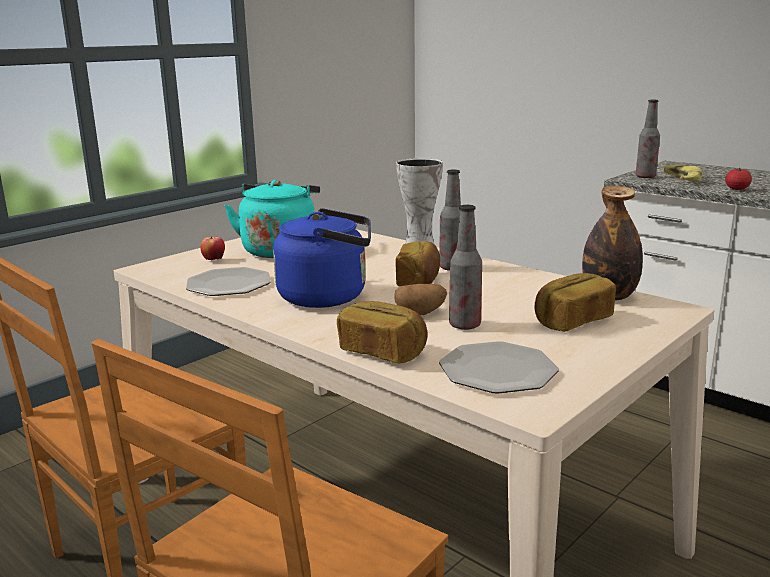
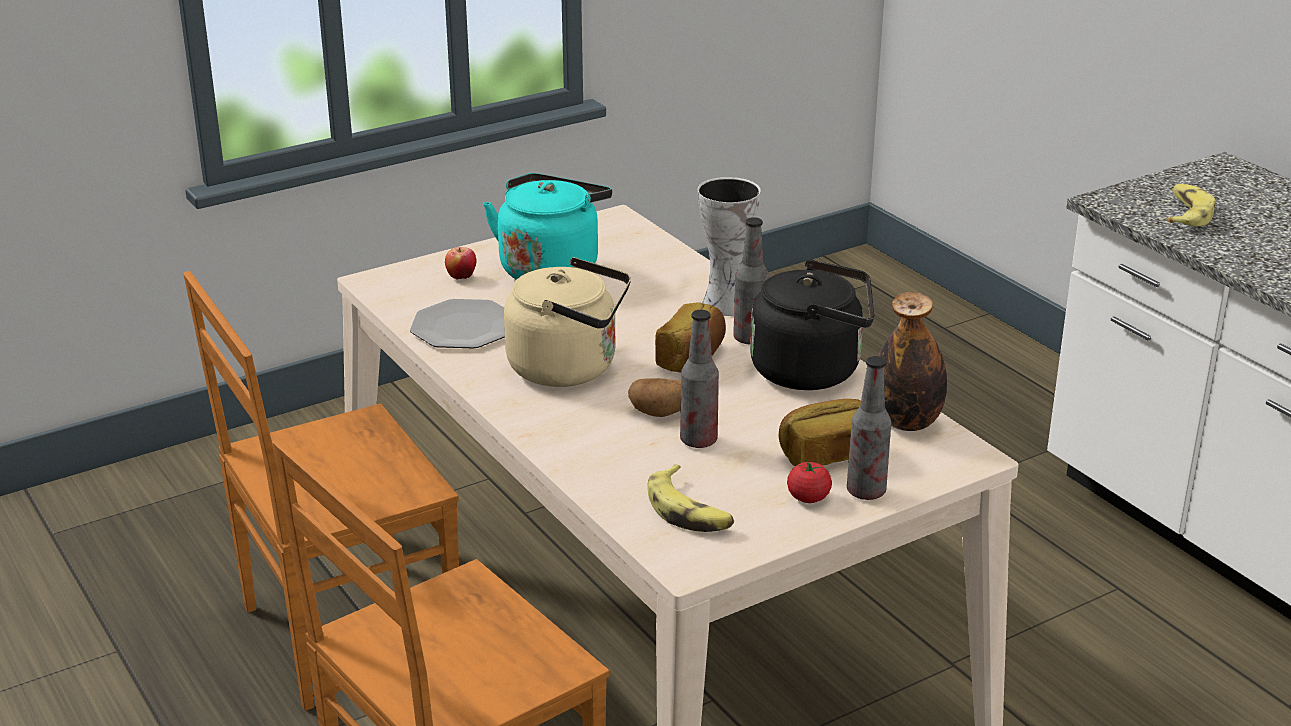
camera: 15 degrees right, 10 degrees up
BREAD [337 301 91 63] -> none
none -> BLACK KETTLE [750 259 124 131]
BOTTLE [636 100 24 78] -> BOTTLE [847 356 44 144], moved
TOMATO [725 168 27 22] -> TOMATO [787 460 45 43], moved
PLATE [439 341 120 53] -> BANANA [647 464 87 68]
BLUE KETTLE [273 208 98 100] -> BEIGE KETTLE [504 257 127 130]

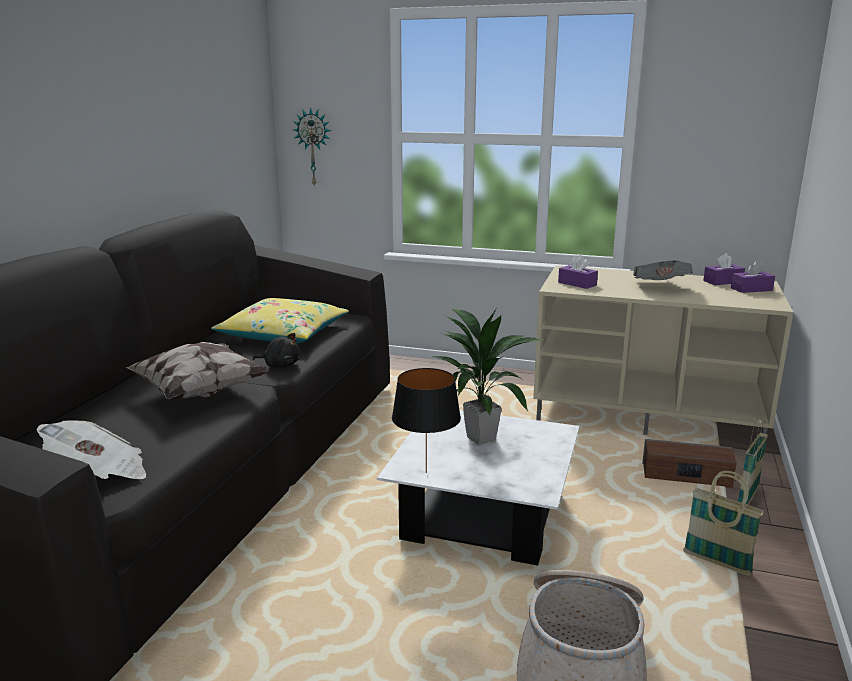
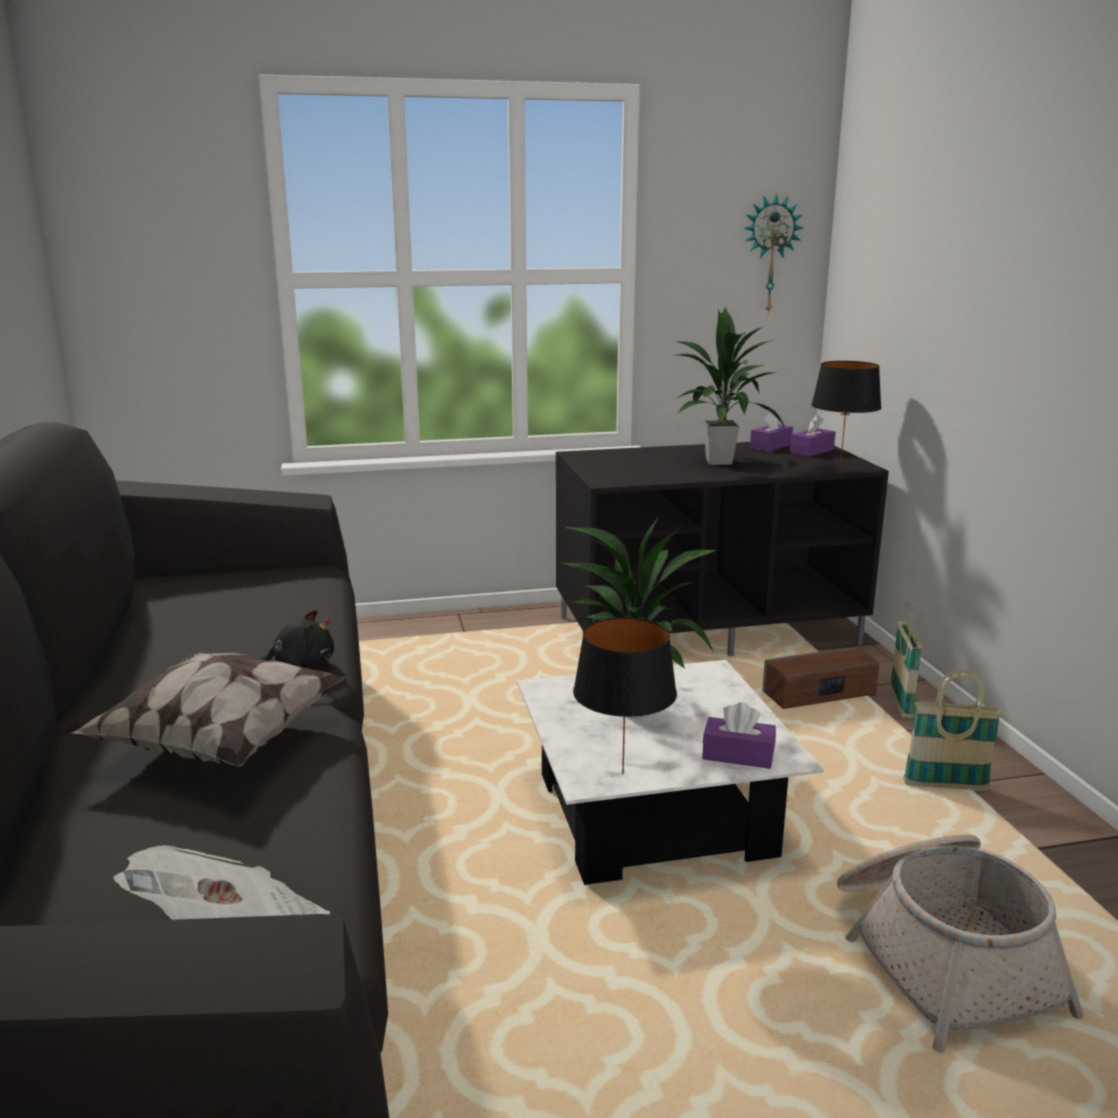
camera: 30 degrees left, 0 degrees up
YELLOW PILLOW [211 298 138 45] -> none
none -> BLACK TABLE LAMP [811 361 70 105]
WALL CLOCK [293 107 38 80] -> WALL CLOCK [744 193 60 120], moved
PURPLE TISSUE BOX [558 255 40 34] -> PURPLE TISSUE BOX [702 702 74 67], moved
NEWSPAPER [633 260 60 20] -> POTTED PLANT [674 306 114 159]
BEIGE TV STAND [533 265 260 170] -> BLACK TV STAND [556 442 333 214]

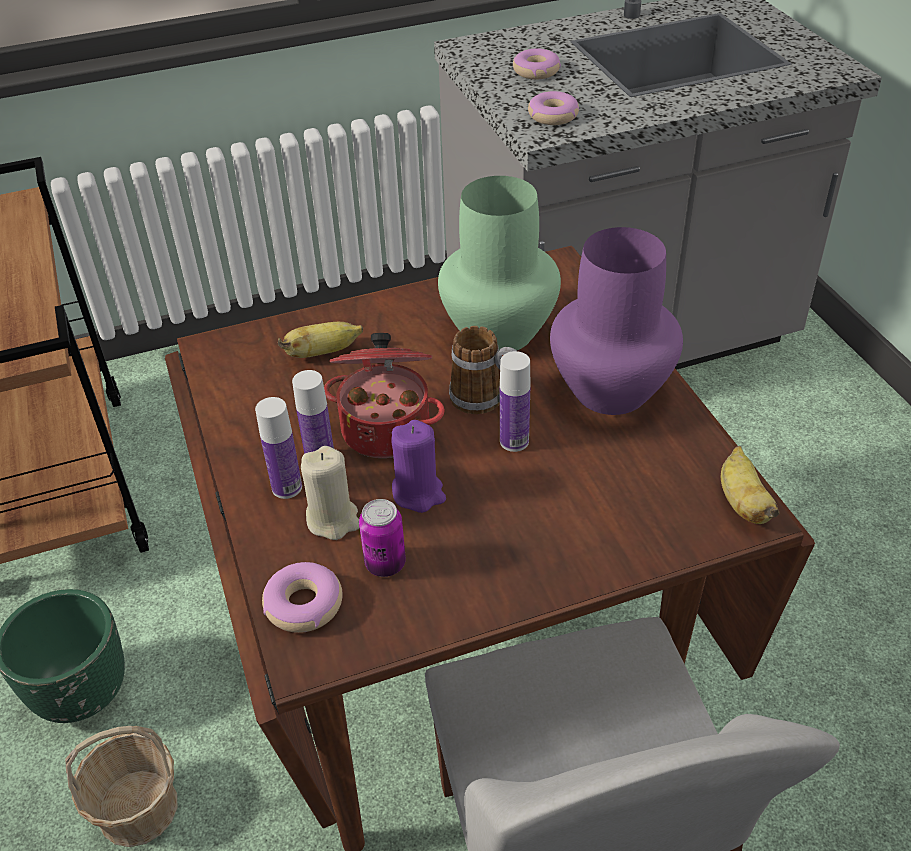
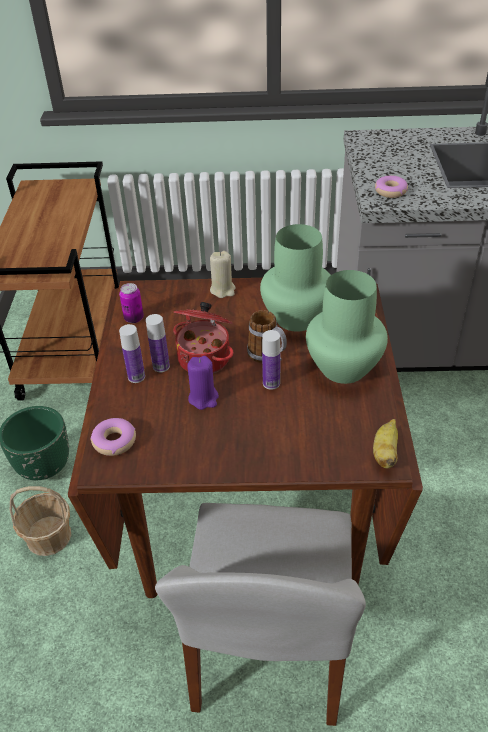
camera: 20 degrees right, 0 degrees up
BANANA [278 322 85 36] -> none
DONUT [513 48 48 31] -> none
BEIGE CANDLE [301 446 58 94] -> BEIGE CANDLE [210 251 26 47], moved
CAN [359 499 47 78] -> CAN [119 283 25 40], moved
PURPLE VASE [550 227 133 188] -> GREEN VASE [306 270 82 114]

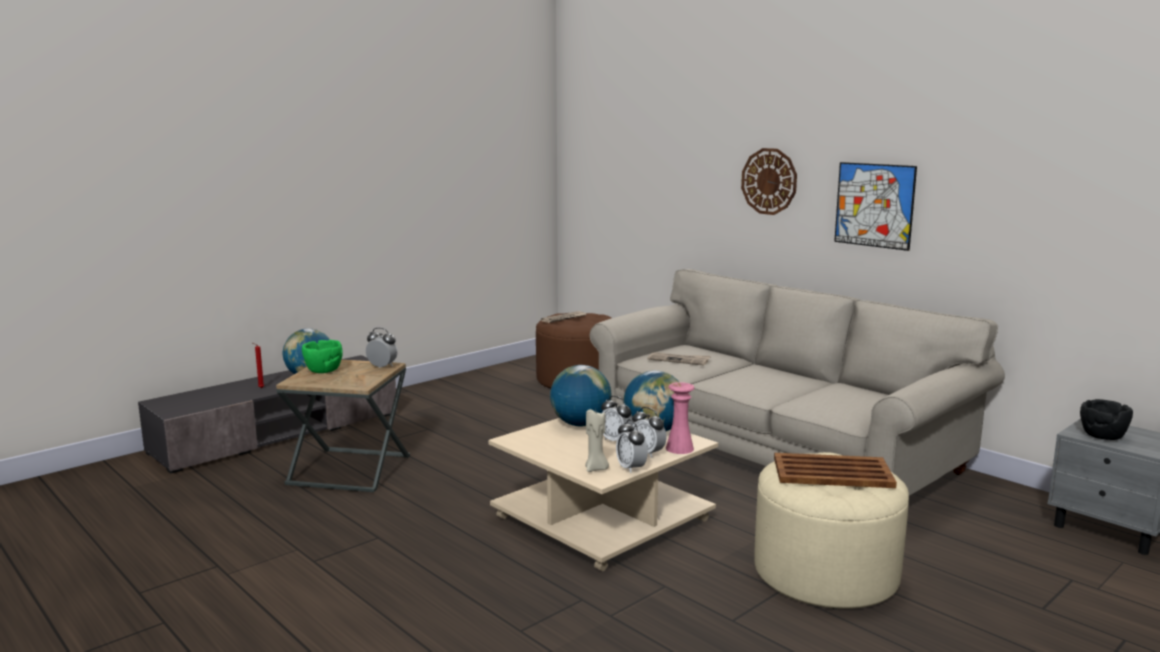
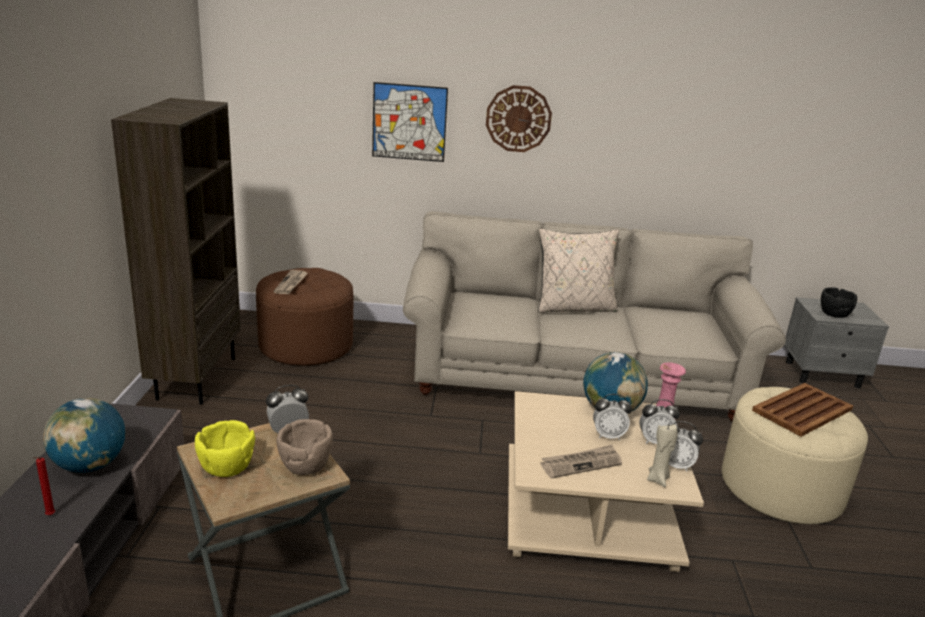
camera: 45 degrees left, 10 degrees up
GLOBE [550 365 62 61] -> none
none -> BROWN BOOKCASE [111 98 130 307]
none -> BROWN BOWL [276 419 57 56]
none -> BEIGE PILLOW [538 229 81 84]
NEWSPAPER [648 352 63 14] -> NEWSPAPER [540 445 82 34], moved
PICTURE [834 162 83 89] -> PICTURE [372 82 76 80], moved
GREEN BOWL [302 340 41 33] -> YELLOW BOWL [195 420 60 57]

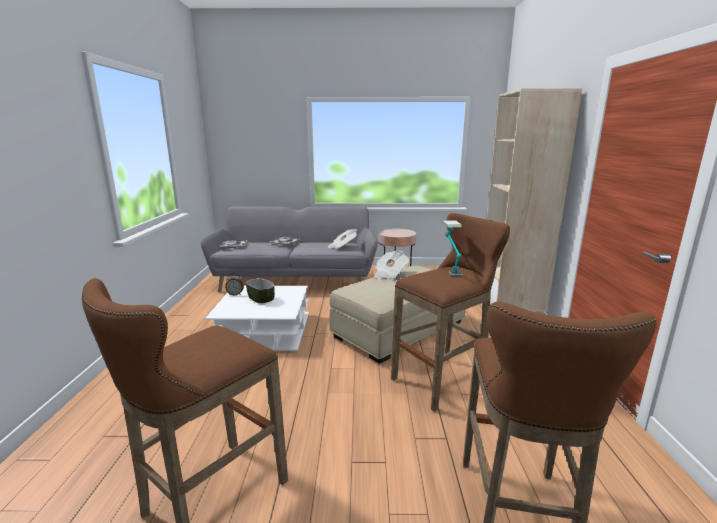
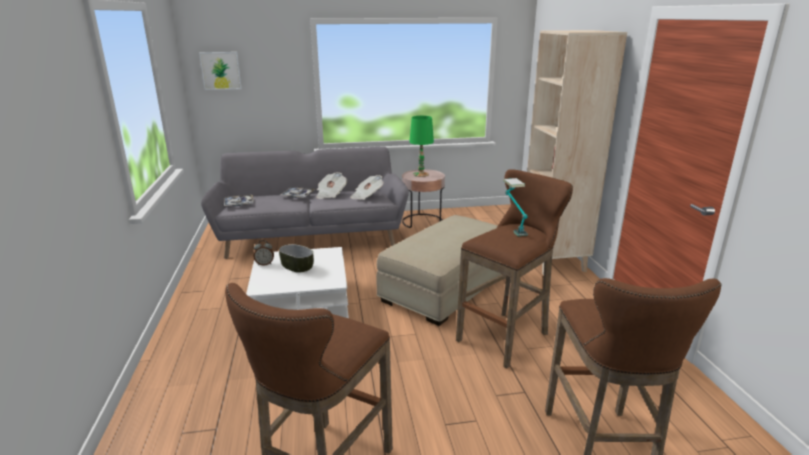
camera: 10 degrees left, 5 degrees up
none -> PICTURE [199 52 43 38]
none -> GREEN TABLE LAMP [409 116 25 61]
NEWSPAPER [374 250 35 29] -> NEWSPAPER [316 172 31 27], moved

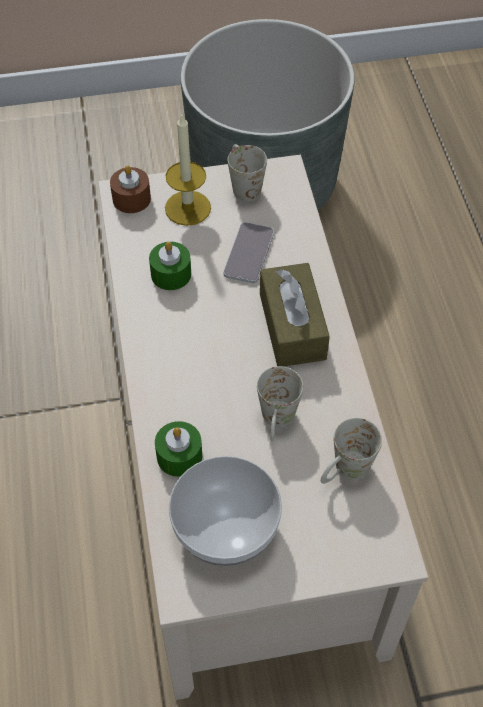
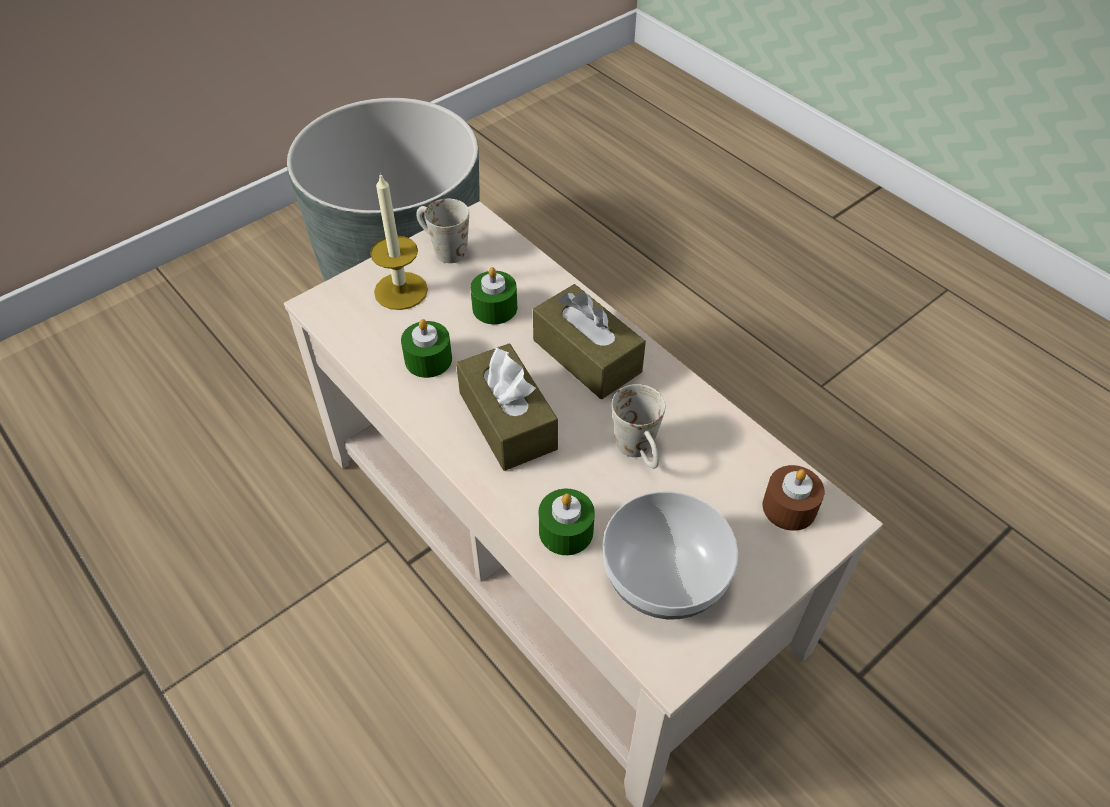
camera: 30 degrees left, 5 degrees down
WHITE MUG [321 418 61 66] -> none
none -> BROWN TISSUE BOX [456 344 102 127]
BROWN CANDLE [110 165 41 48] -> BROWN CANDLE [762 465 62 66], moved
PHONE [223 222 51 61] -> GREEN CANDLE [470 267 47 57]

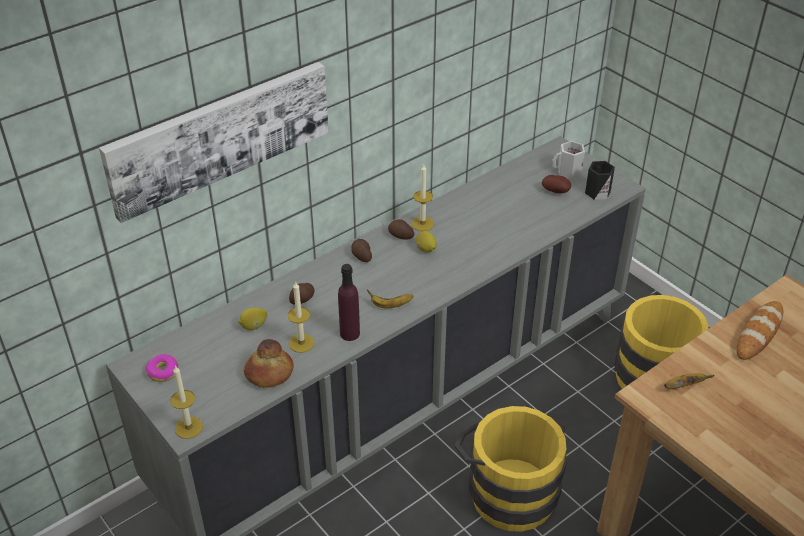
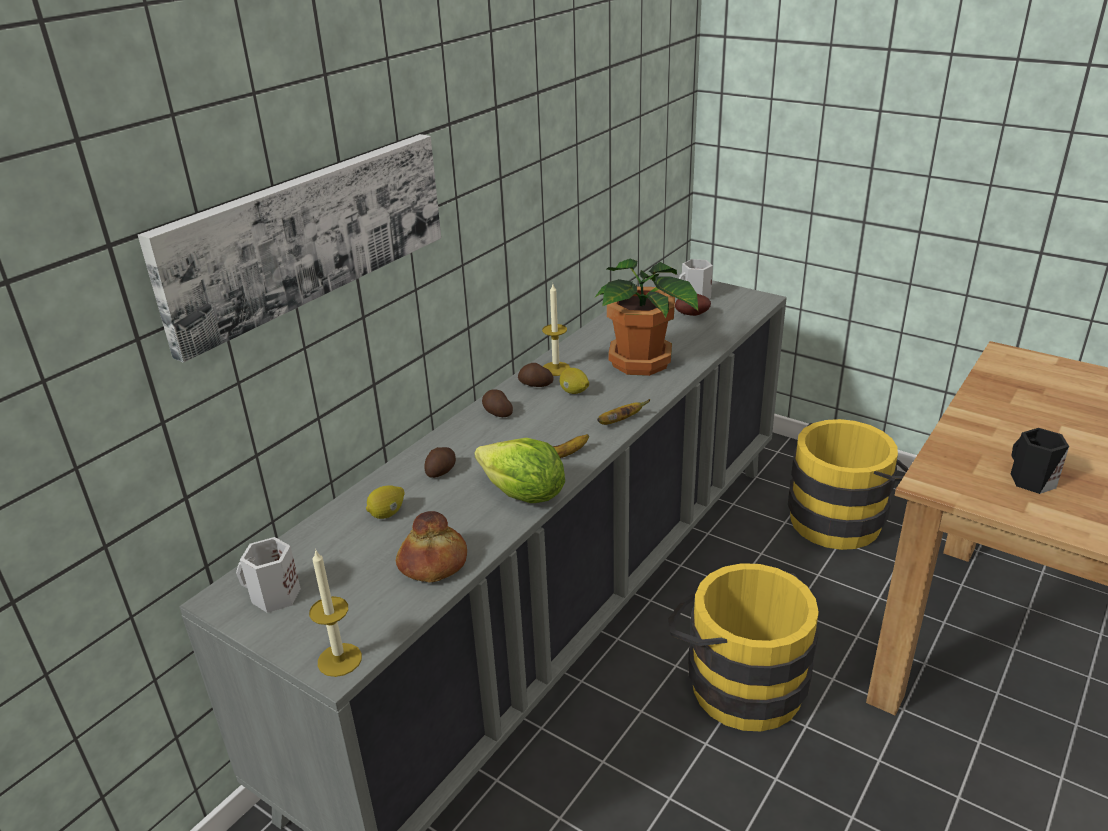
camera: 15 degrees left, 10 degrees down
CANDLE [288 282 27 71] -> none
BREAD [736 301 47 59] -> none
none -> POTTED PLANT [594 259 104 117]
BLACK MUG [585 161 30 39] -> BLACK MUG [1011 428 58 66], moved
BANANA [664 373 51 16] -> BANANA [597 399 53 26], moved
DONUT [146 354 33 28] -> WHITE MUG [236 537 65 76]
PURPLE BOTTLE [338 264 22 77] -> LETTUCE [474 438 91 65]

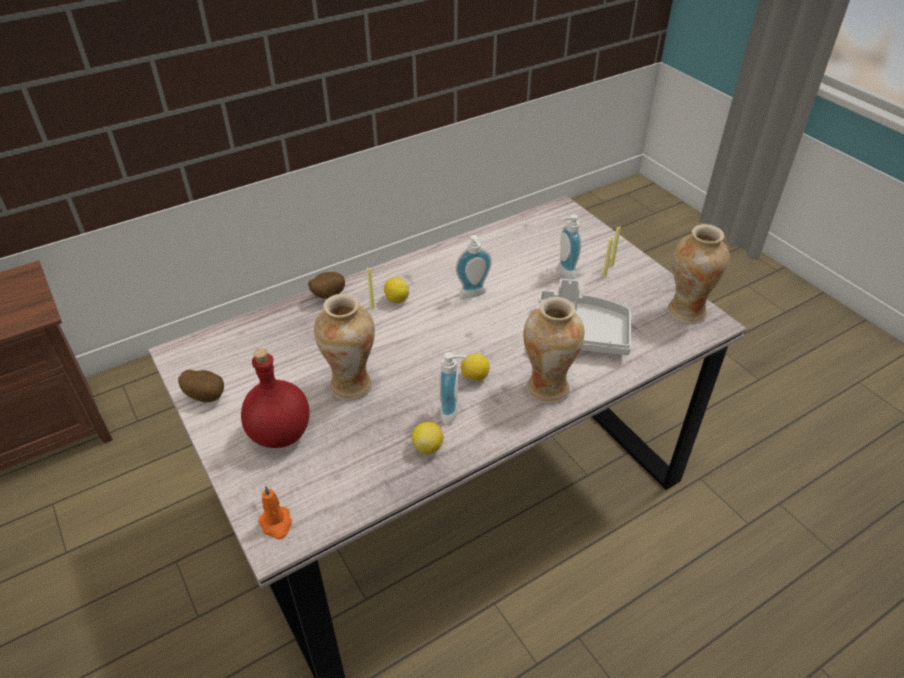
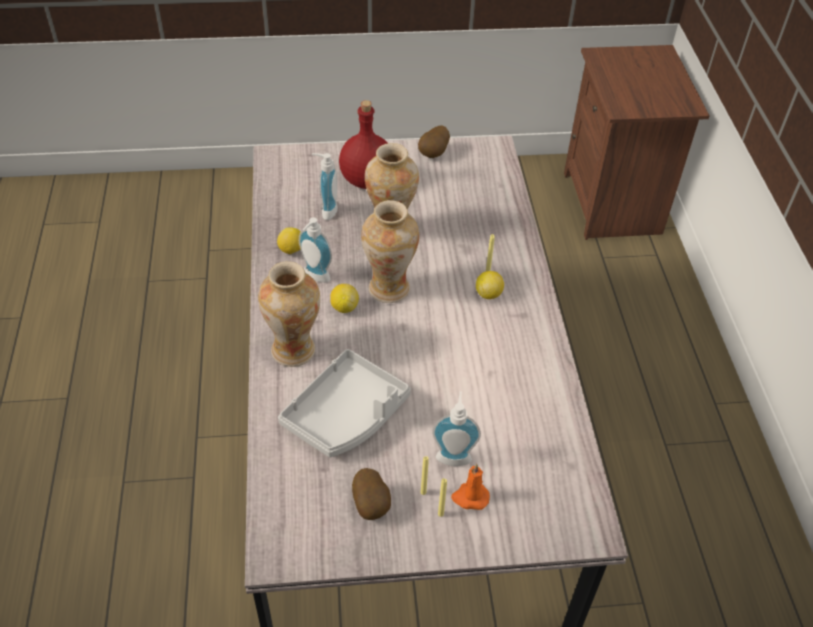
camera: 115 degrees right, 5 degrees up
ORANGE CANDLE [258 486 34 54] -> ORANGE CANDLE [451 464 39 46], moved
POTATO [308 272 37 27] -> POTATO [352 468 39 52], moved
SOAP DISPENSER [456 235 36 63] -> SOAP DISPENSER [312 153 26 67], moved
VASE [668 224 62 100] -> VASE [361 200 58 103], moved

